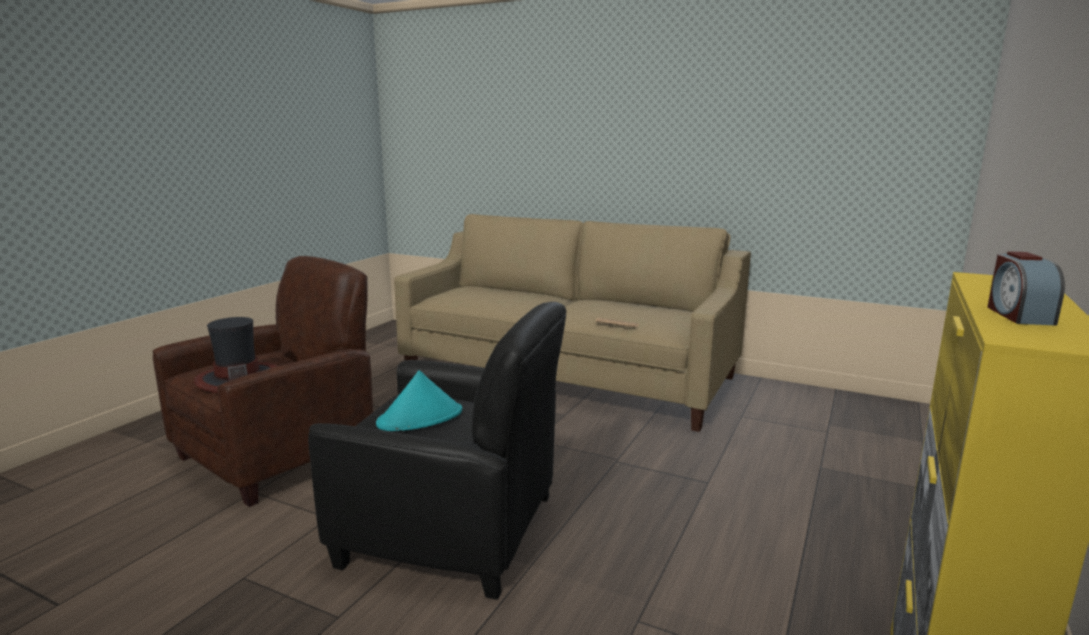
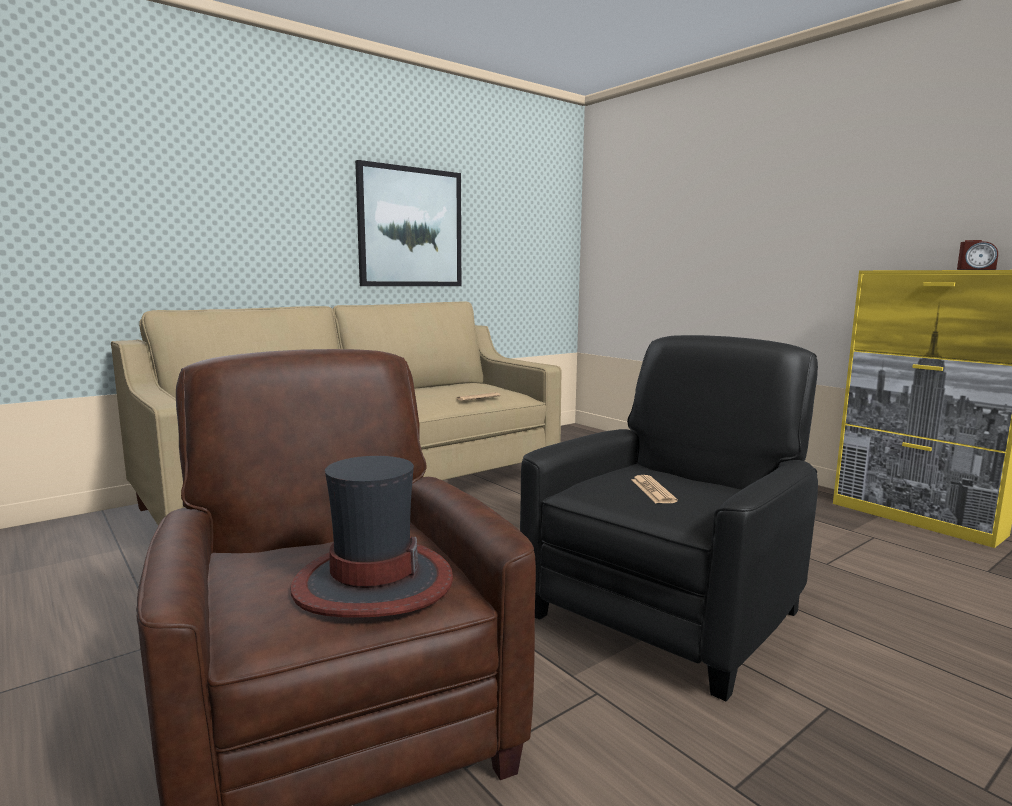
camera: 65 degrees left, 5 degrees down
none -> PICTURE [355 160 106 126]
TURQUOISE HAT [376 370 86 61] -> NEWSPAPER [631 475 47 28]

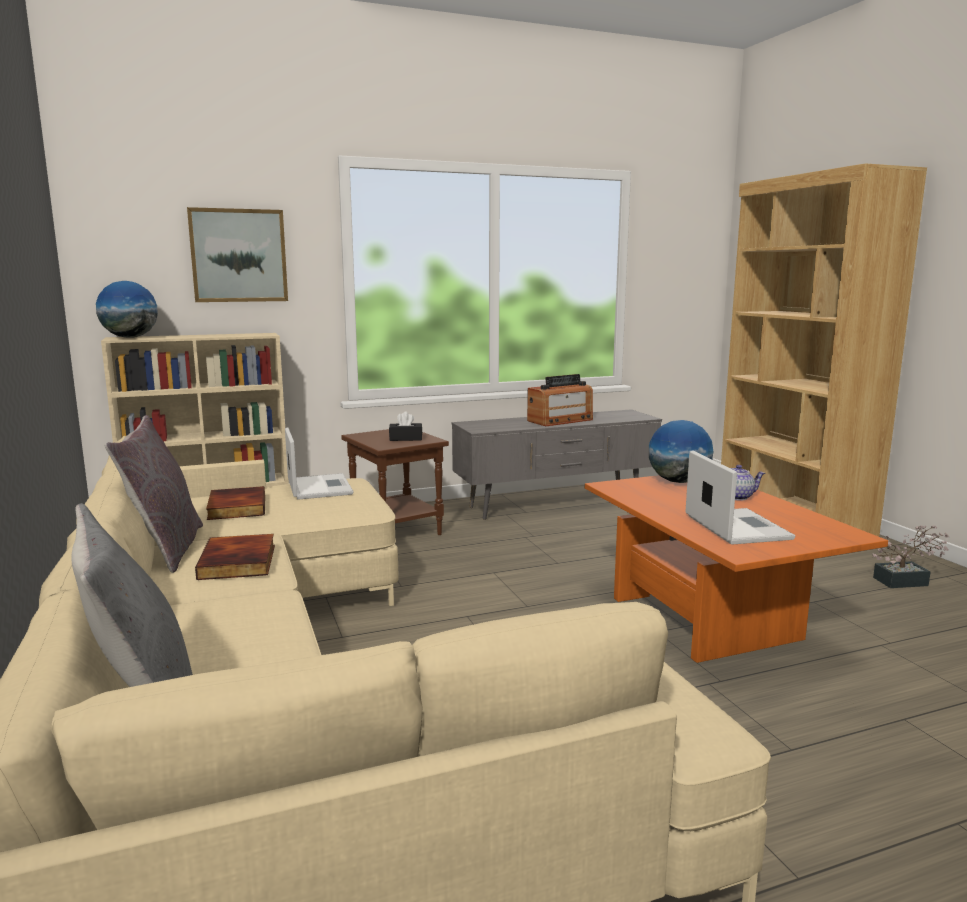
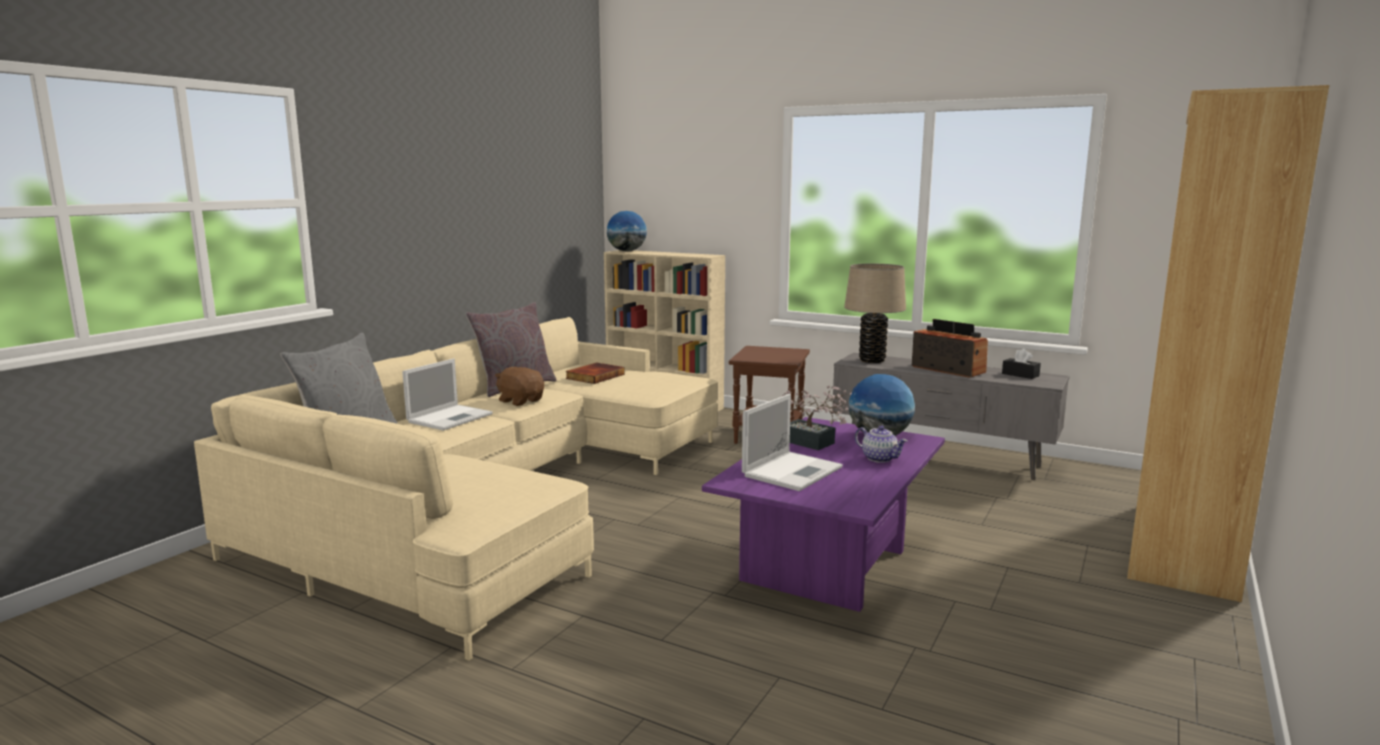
camera: 50 degrees right, 0 degrees up
PICTURE [187 207 101 95] -> none
none -> BEIGE TABLE LAMP [844 264 62 99]
LAPTOP [285 427 69 73] -> LAPTOP [402 358 91 73], moved
BLACK TISSUE BOX [389 411 33 30] -> BLACK TISSUE BOX [1002 348 39 31], moved
POTTED PLANT [872 525 77 63] -> POTTED PLANT [782 385 70 65], moved
BOOK [195 534 80 46] -> BROWN PLUSH TOY [495 367 49 39]
ORANGE COFFEE TABLE [585 475 303 188] -> PURPLE COFFEE TABLE [702 417 243 195]
RADIO [527 374 66 52] -> RADIO [912 319 76 59], 150 degrees counterclockwise

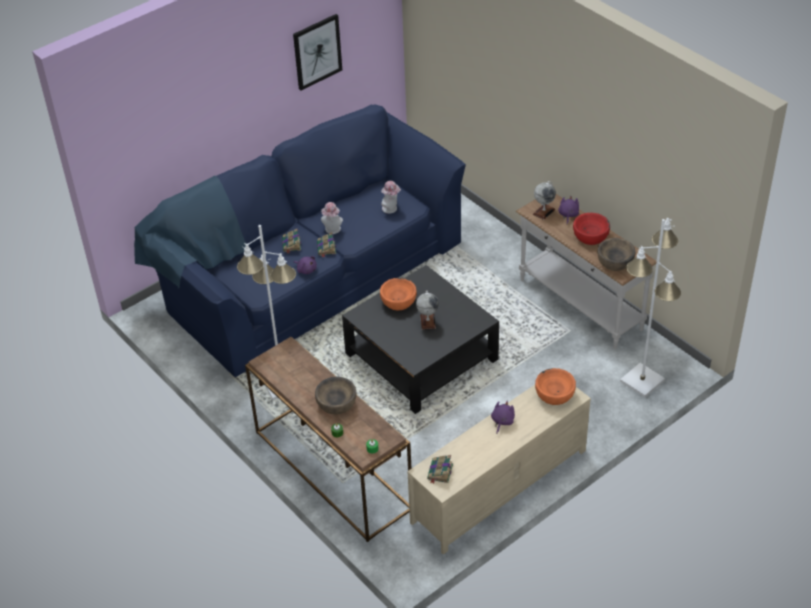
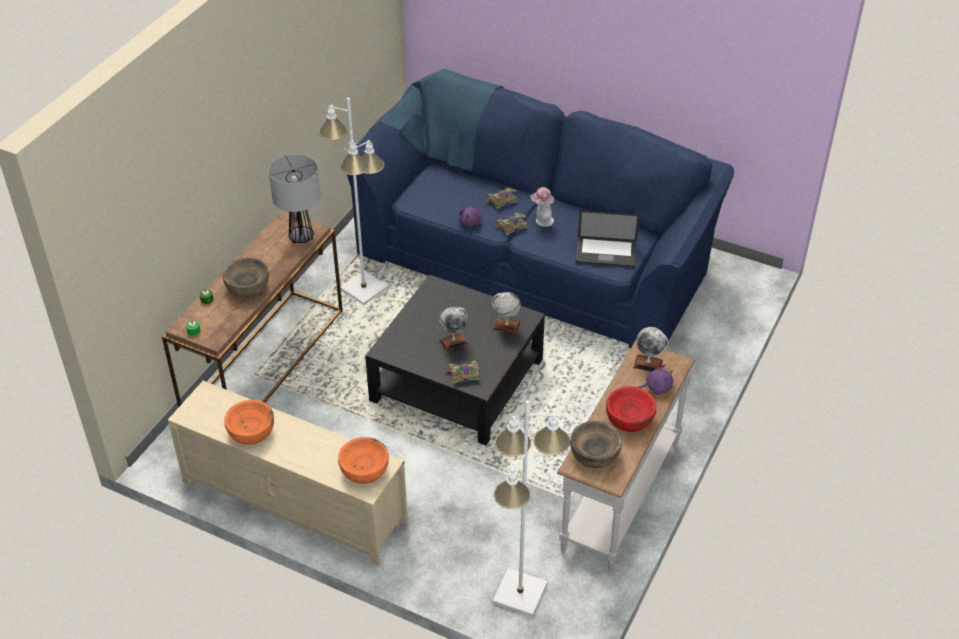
camera: 65 degrees right, 0 degrees up
PICTURE [293 14 49 76] -> none
PURPLE PLUSH TOY [491 401 24 33] -> none
none -> TABLE LAMP [268 154 53 89]
none -> GLOBE [492 292 29 43]
ORANGE BOWL [380 278 37 32] -> ORANGE BOWL [224 400 50 45], moved
BOOK [427 455 26 29] -> BOOK [445 361 35 23], moved
HAT [381 181 20 33] -> LAPTOP [576 211 64 56]

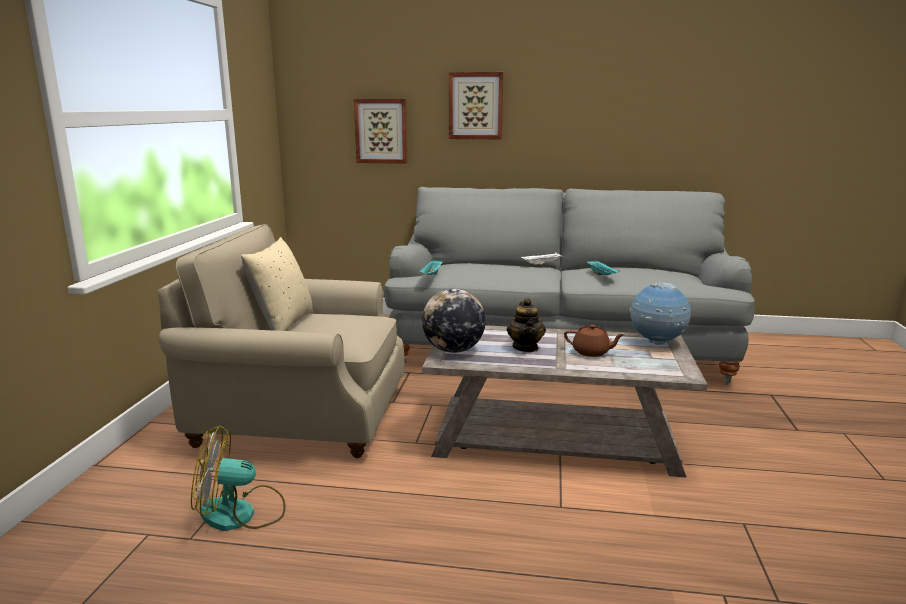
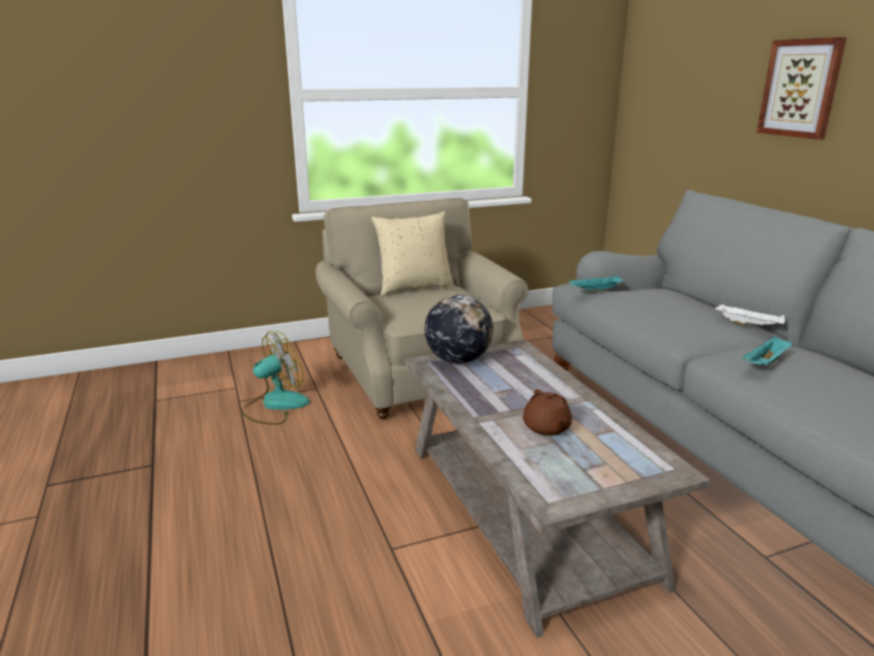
camera: 60 degrees right, 5 degrees up
PICTURE [354 99 54 65] -> none
TEAPOT [507 298 39 54] -> none
GLOBE [629 282 62 63] -> none
FAN [191 426 95 105] -> FAN [241 331 69 94], 90 degrees clockwise

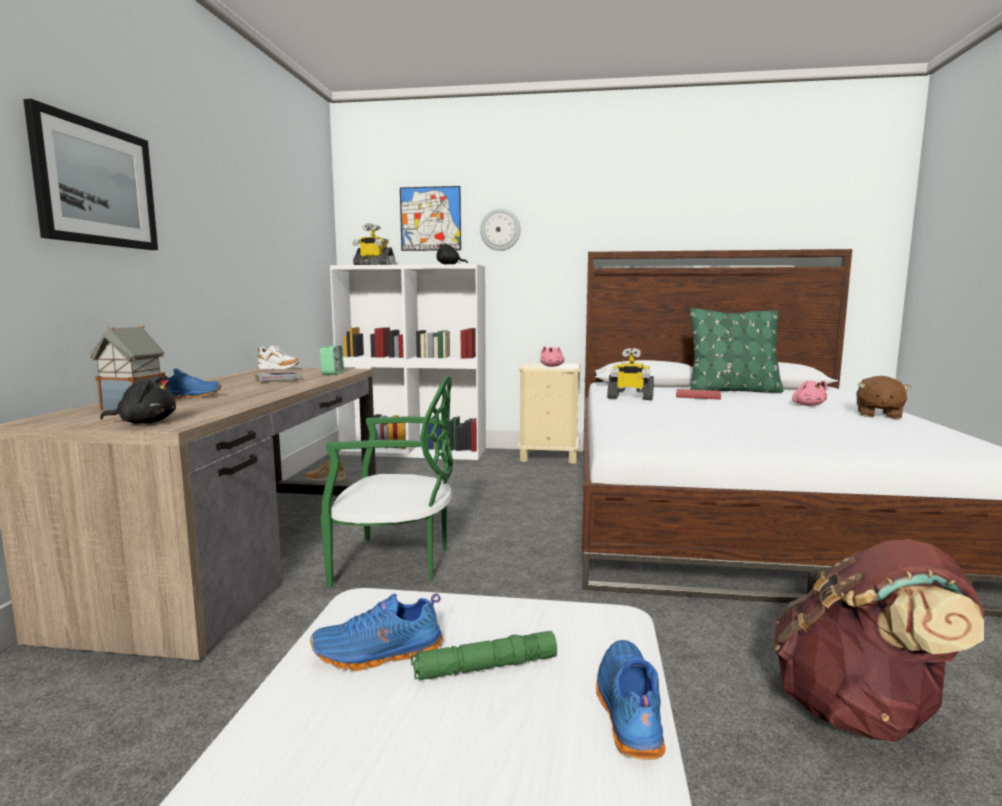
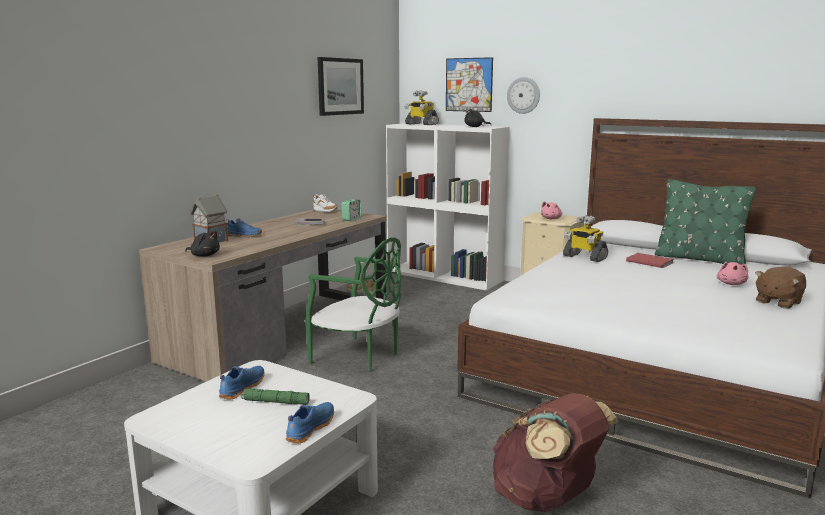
camera: 25 degrees right, 5 degrees up
PICTURE [23 99 135 151] -> PICTURE [318 57 46 59], moved
BLUE SHOE [310 593 133 78] -> BLUE SHOE [219 366 45 34], 105 degrees clockwise

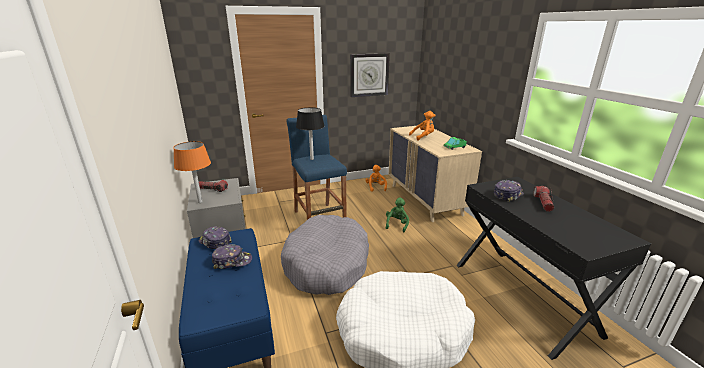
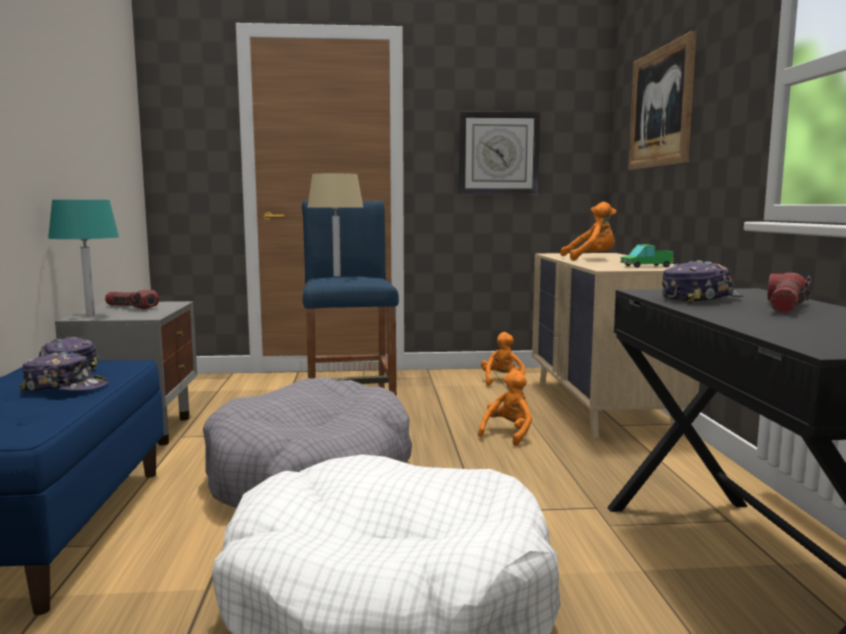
camera: 15 degrees right, 15 degrees down
none -> PICTURE [628 31 69 138]
ORANGE TABLE LAMP [173 141 38 62] -> TURQUOISE TABLE LAMP [48 200 71 116]
BLACK TABLE LAMP [296 108 29 52] -> BEIGE TABLE LAMP [307 173 56 104]
GREEN PLUSH TOY [386 197 23 35] -> ORANGE PLUSH TOY [478 370 54 76]

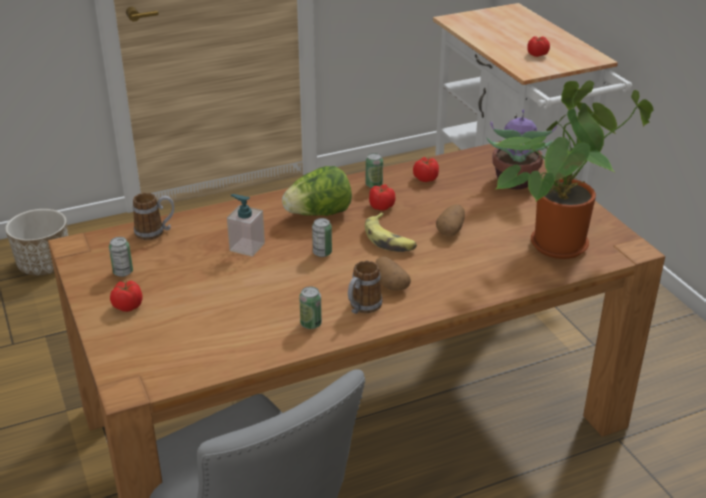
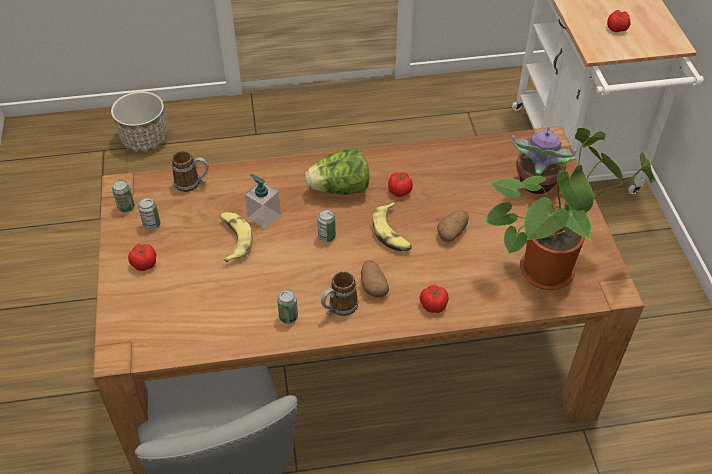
camera: 15 degrees right, 15 degrees up
none -> BANANA [220 212 33 50]
CAN [366 153 17 35] -> CAN [112 180 23 32], moved
TOMATO [413 157 26 25] -> TOMATO [420 284 29 29], moved

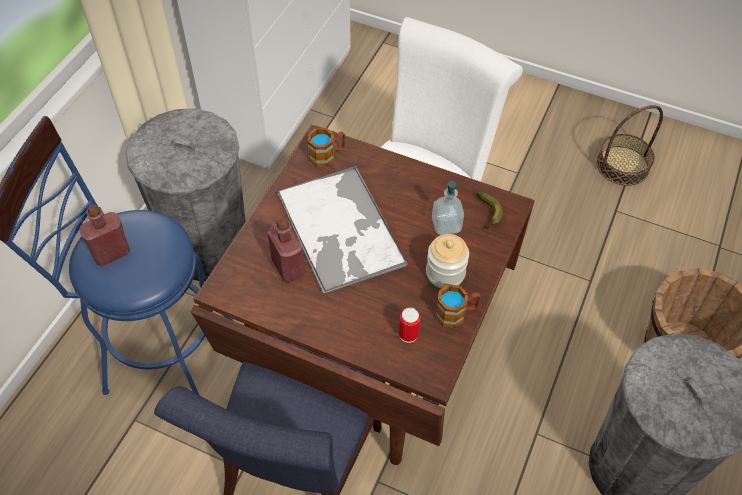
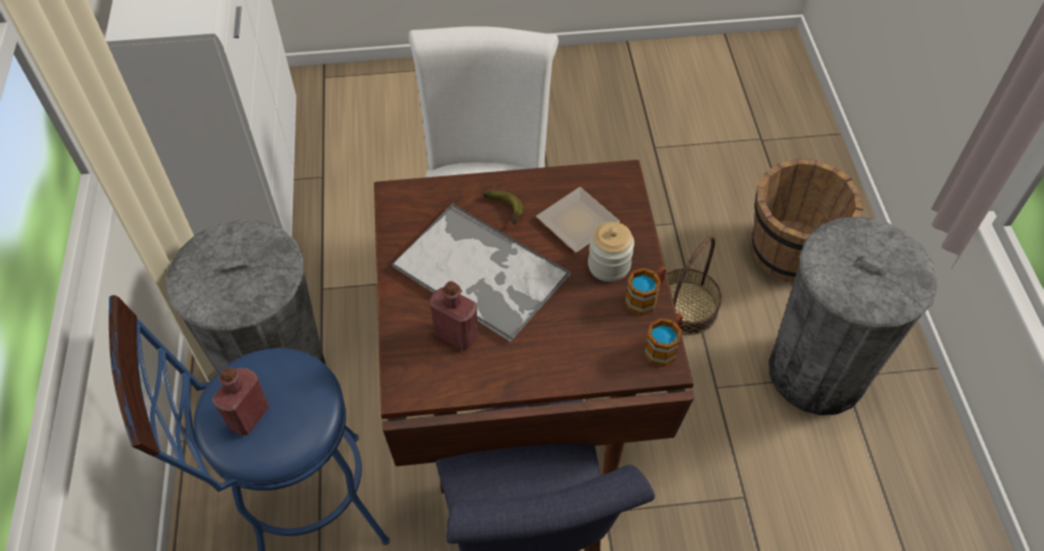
camera: 30 degrees left, 0 degrees up
CAN [399 308 21 35] -> none
MUG [308 128 38 39] -> MUG [644 313 38 54], moved
BANANA [476 192 28 38] -> BANANA [483 190 41 35], moved
BASKET [596 105 67 81] -> BASKET [667 236 55 99], moved
SOAP DISPENSER [432 181 32 54] -> PLATE [536 187 84 66]

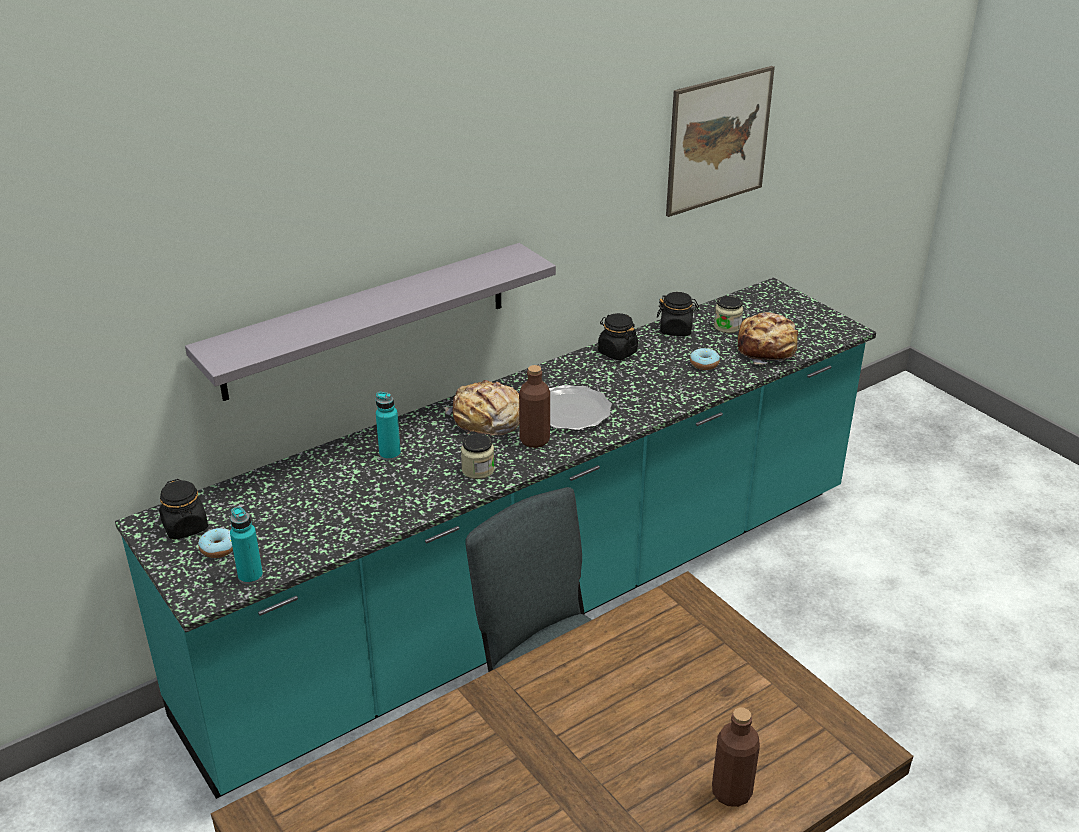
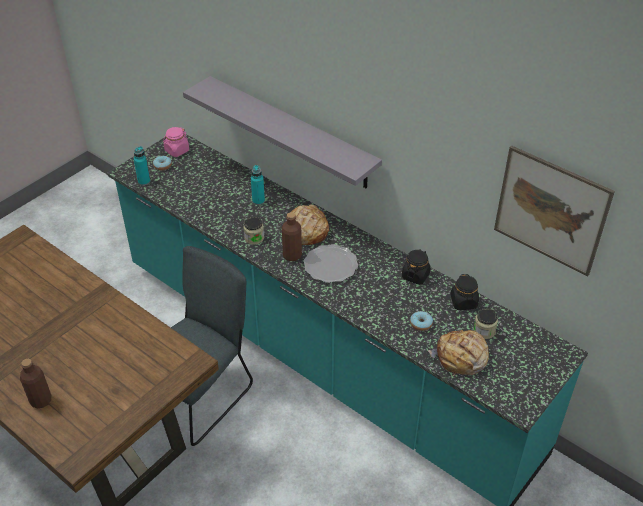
camera: 75 degrees right, 10 degrees up
BLACK JAR [159 479 49 61] -> PINK JAR [163 127 26 30]

